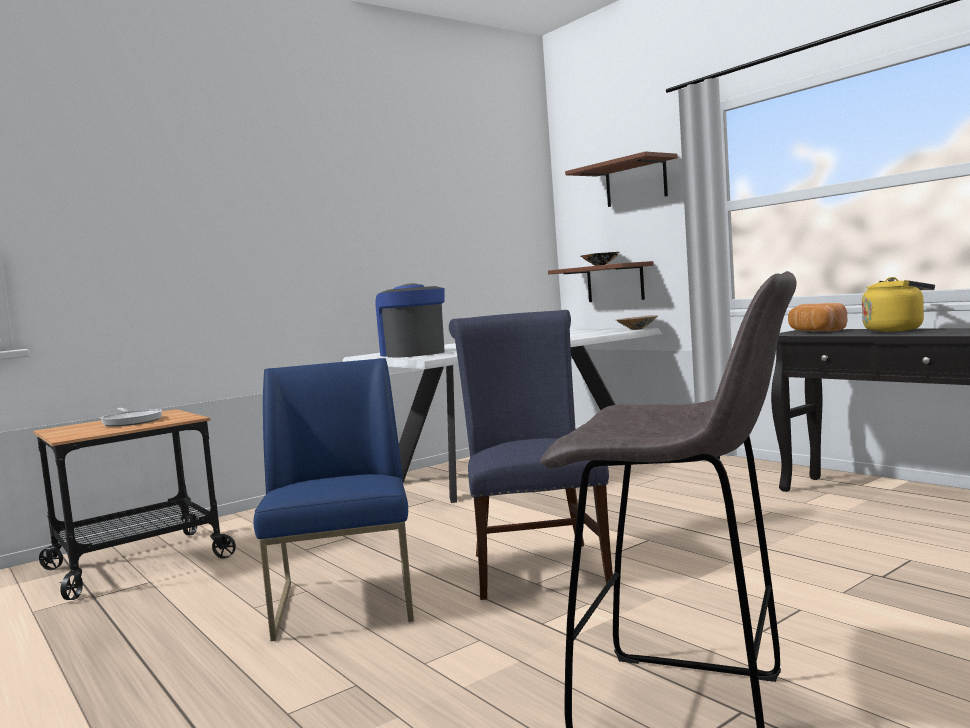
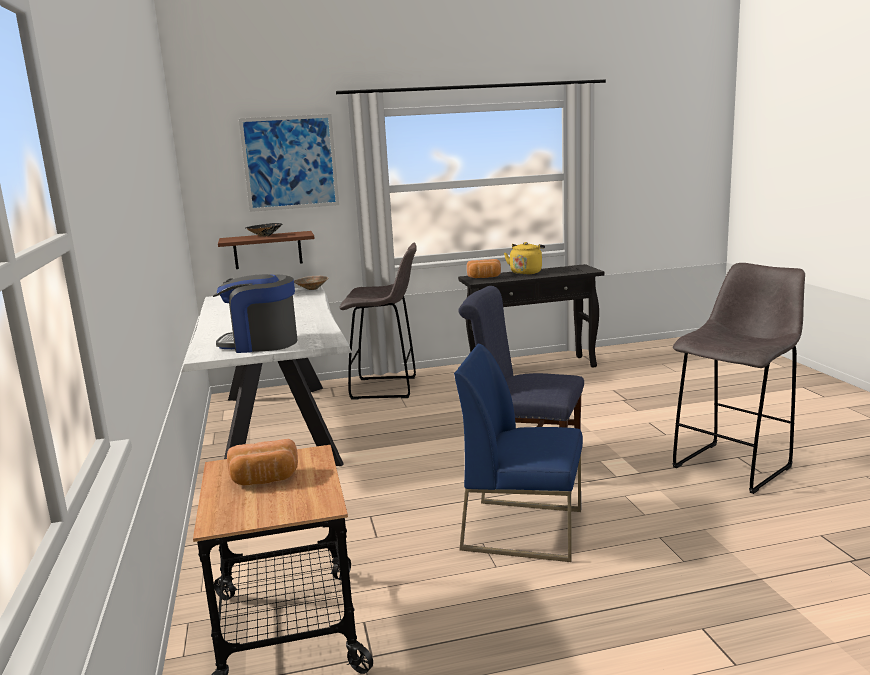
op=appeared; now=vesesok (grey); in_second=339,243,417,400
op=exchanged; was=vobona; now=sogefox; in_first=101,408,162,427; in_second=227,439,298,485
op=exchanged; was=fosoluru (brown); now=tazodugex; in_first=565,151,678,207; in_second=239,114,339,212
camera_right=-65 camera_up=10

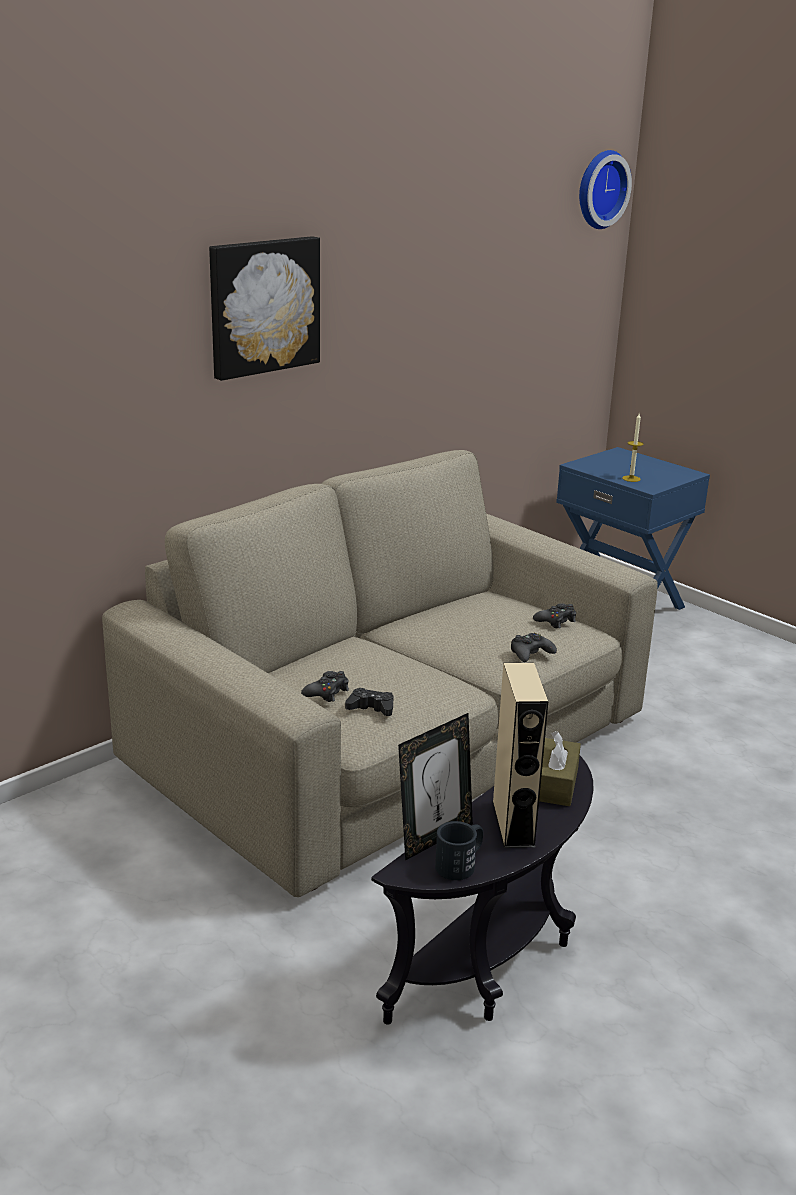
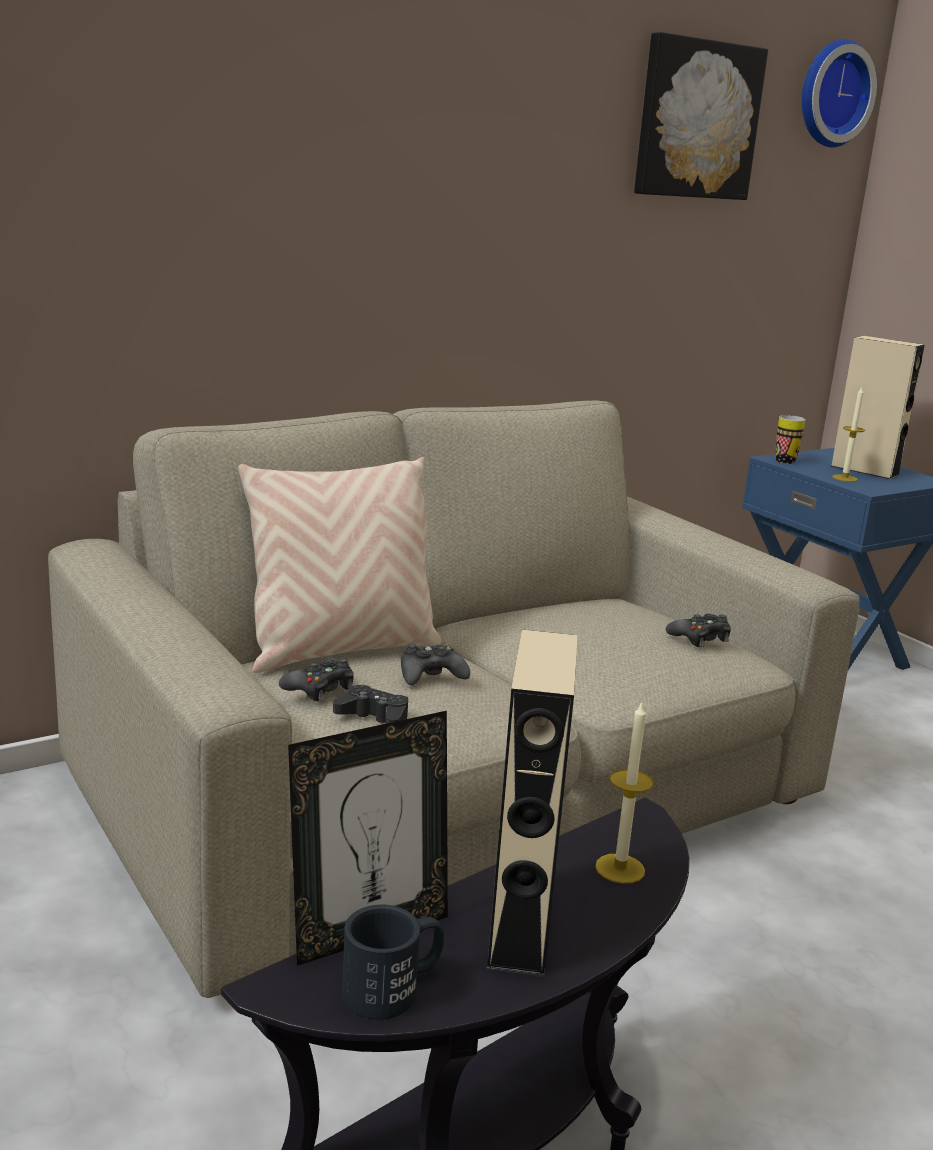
op=appeared; now=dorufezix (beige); in_second=238,457,441,673
op=appeared; now=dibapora; in_second=776,415,806,464
op=appeared; now=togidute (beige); in_second=831,336,924,479
op=relocated; was=tazodugex; in_first=209,236,320,381; in_second=634,32,768,200
op=relocated; was=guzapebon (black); in_first=511,633,557,662; in_second=401,644,470,685
op=exchanged; was=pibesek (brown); now=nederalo; in_first=539,731,581,806; in_second=595,702,654,884
camera_right=10 camera_up=-5

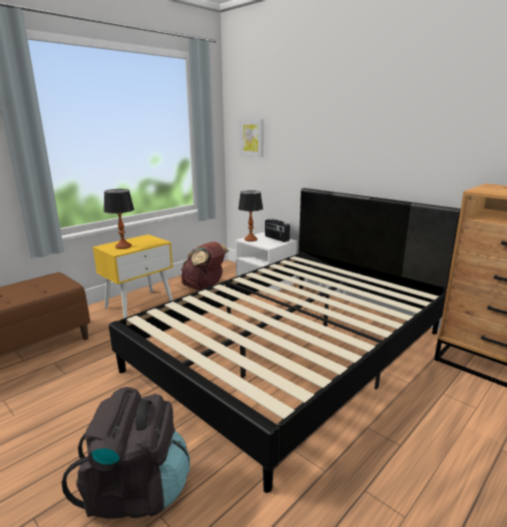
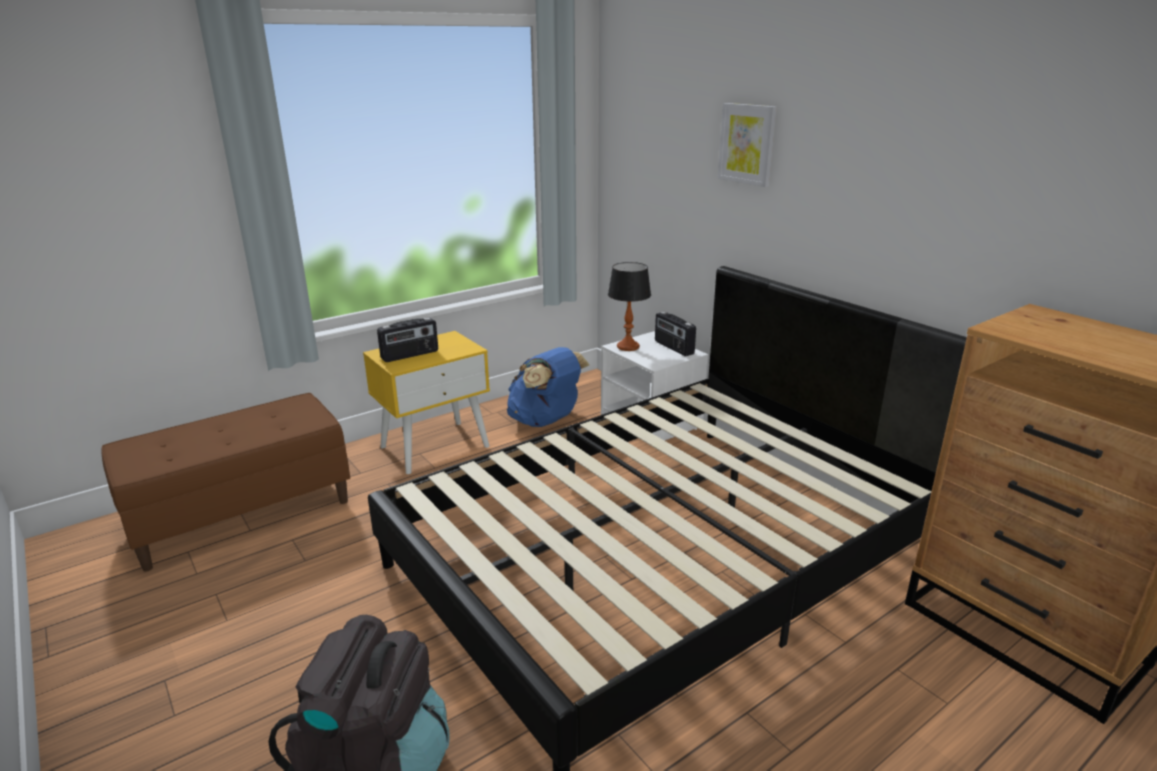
op=relocated; was=tazodugex; in_first=239,119,263,157; in_second=718,103,777,187
op=exchanged; was=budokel; now=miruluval; in_first=104,189,134,249; in_second=377,317,438,362
op=colour; was=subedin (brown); now=subedin (blue); in_first=181,242,229,290; in_second=507,347,590,427
camera_right=10 camera_up=5

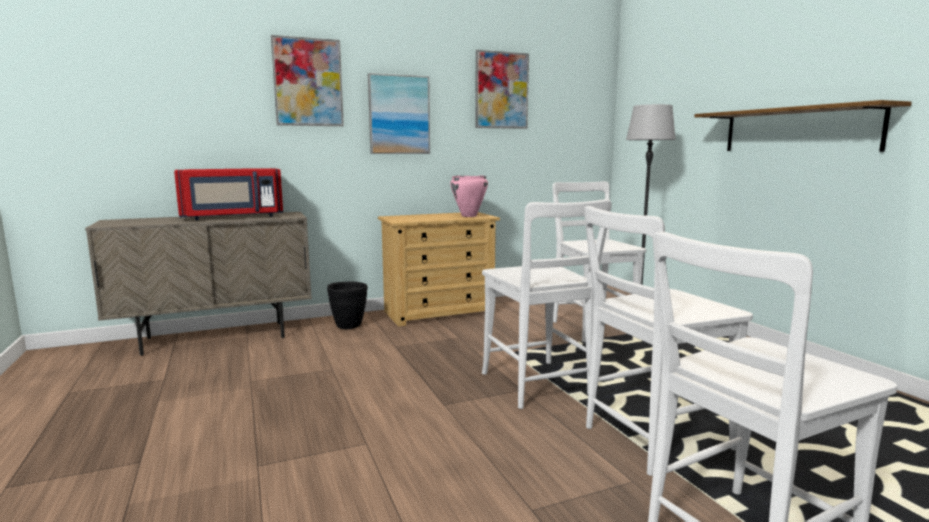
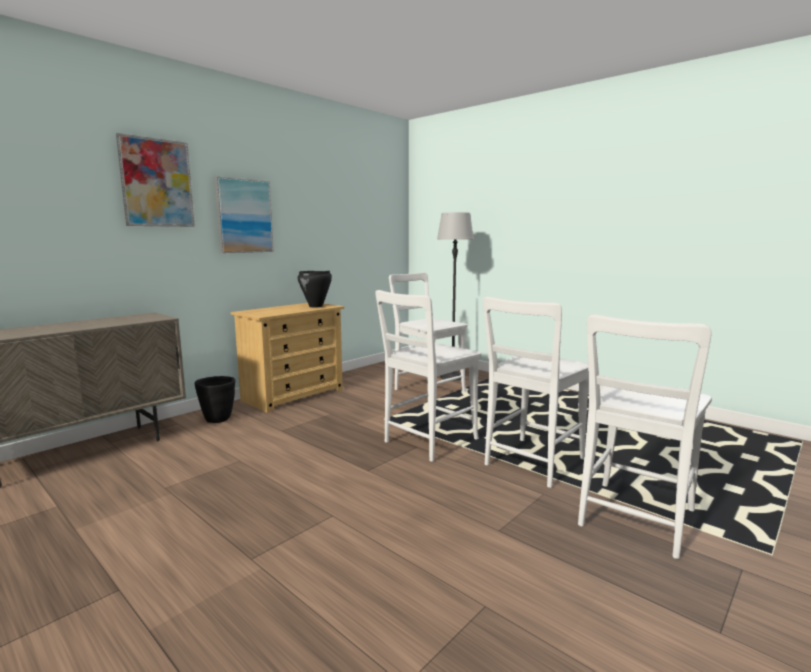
op=missing; was=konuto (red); in_first=174,168,283,220
op=missing; was=tazodugex; in_first=475,50,529,129
op=missing; was=fosoluru; in_first=694,100,912,152
op=colour; was=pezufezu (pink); now=pezufezu (black); in_first=450,176,488,217; in_second=298,271,332,307
op=spun; was=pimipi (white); in_first=482,199,612,409; in_second=375,290,481,462; clockwise=90
camera_right=-25 camera_up=0

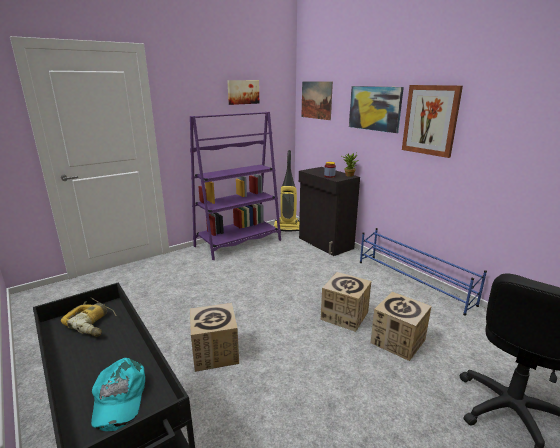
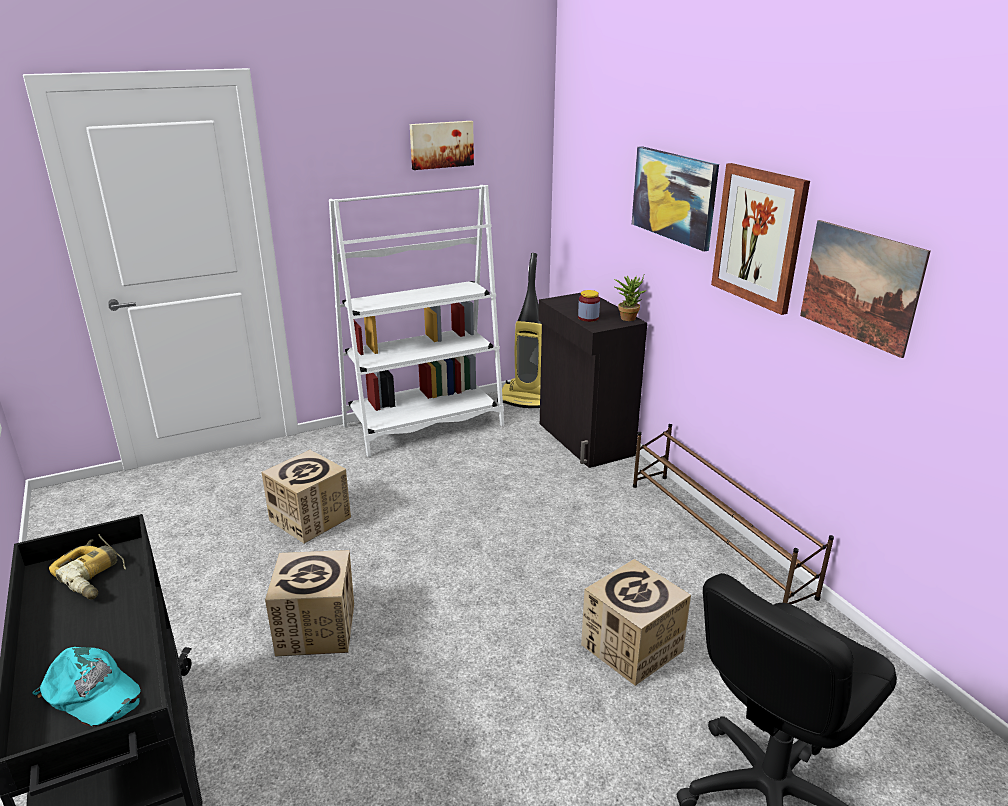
op=relocated; was=tazodugex; in_first=302,81,333,120; in_second=800,220,931,358
op=relocated; was=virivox; in_first=321,272,371,332; in_second=262,450,351,543
op=colour; was=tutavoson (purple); now=tutavoson (white); in_first=190,112,281,260; in_second=329,185,504,457
op=colour; was=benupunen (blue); now=benupunen (brown); in_first=360,228,487,316; in_second=633,424,834,604
op=spun; was=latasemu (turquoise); in_first=91,358,145,431; in_second=33,647,141,727; clockwise=-60
camera_right=10 camera_up=5

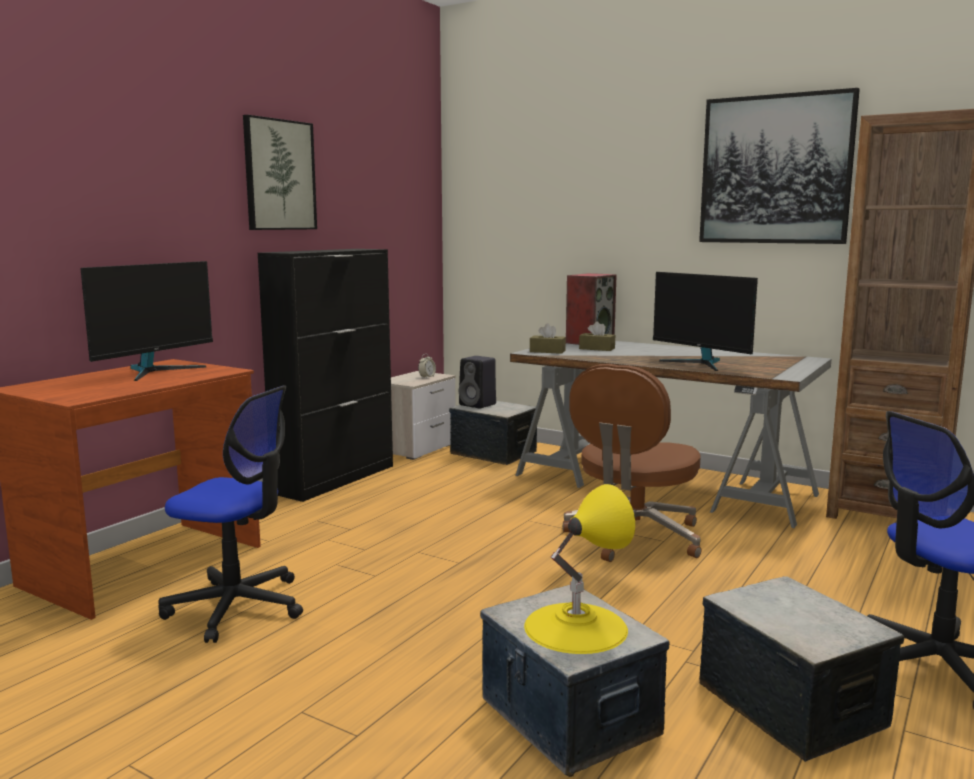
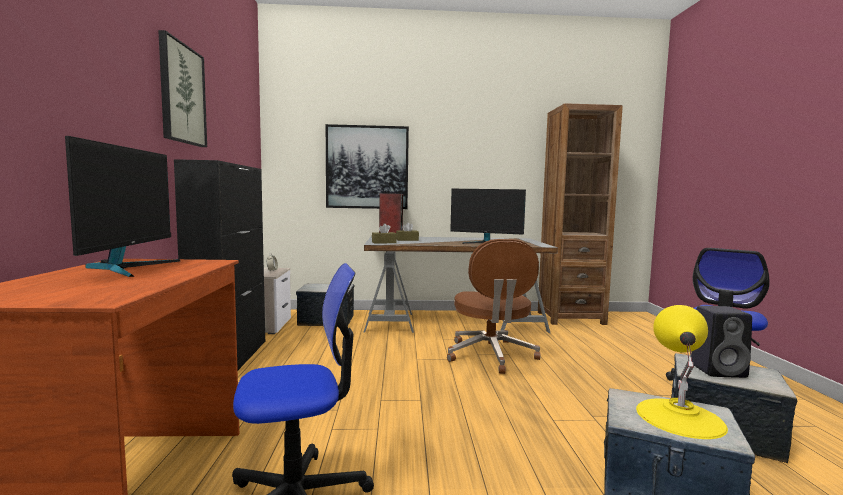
op=relocated; was=togidute (black); in_first=459,356,496,408; in_second=691,306,752,378
op=relocated; was=tazodugex; in_first=699,88,860,244; in_second=326,124,409,209
camera_right=-35 camera_up=-5

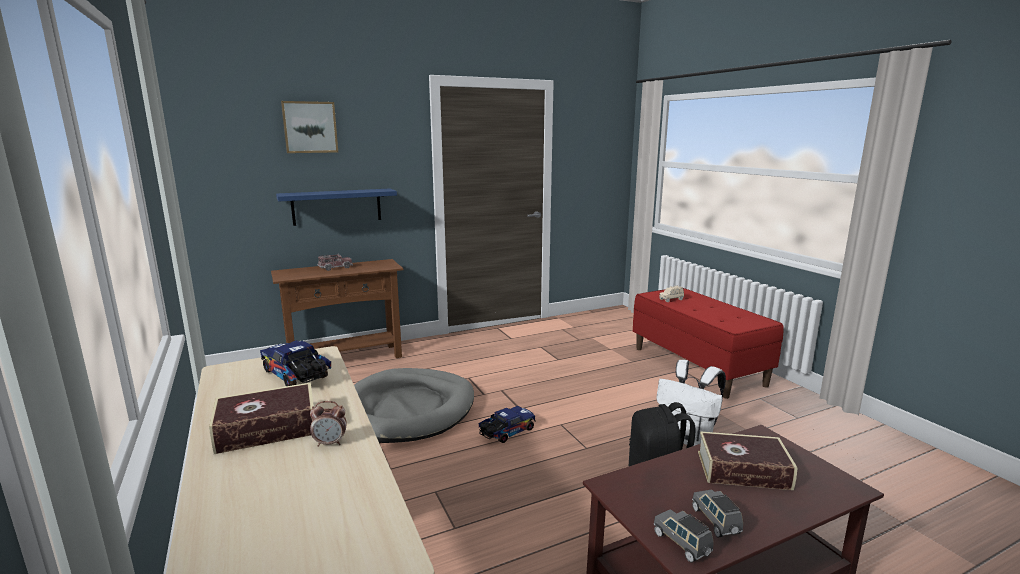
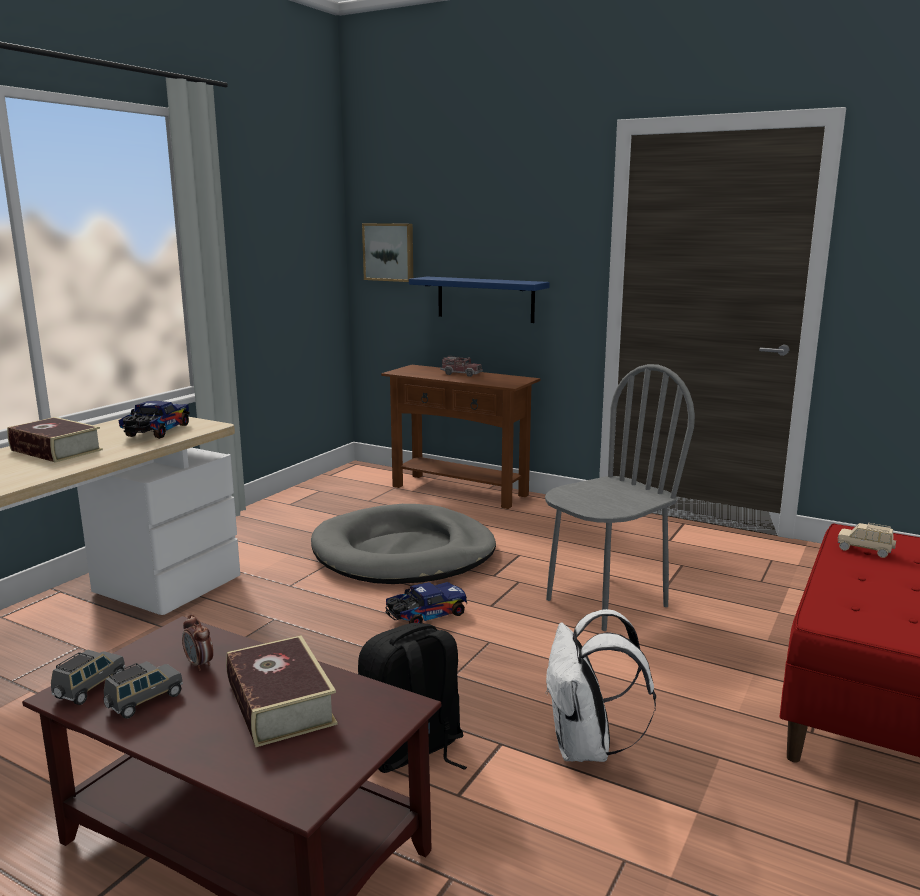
op=appeared; now=pimipi (grey); in_second=545,364,695,631
op=relocated; was=tazodugex; in_first=281,101,338,153; in_second=362,223,413,282
op=relocated; was=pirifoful; in_first=310,401,347,447; in_second=182,614,213,671
op=spun; was=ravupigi; in_first=479,406,536,443; in_second=385,582,467,623; clockwise=-45
camera_right=55 camera_up=0

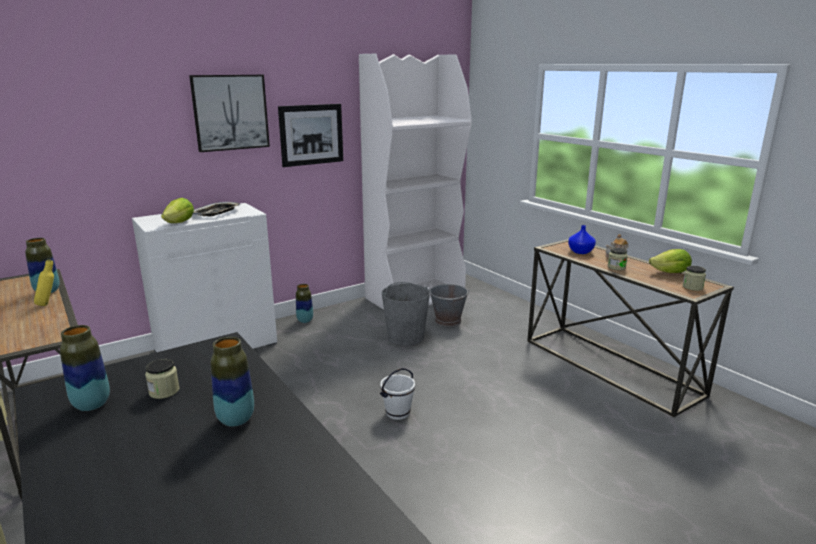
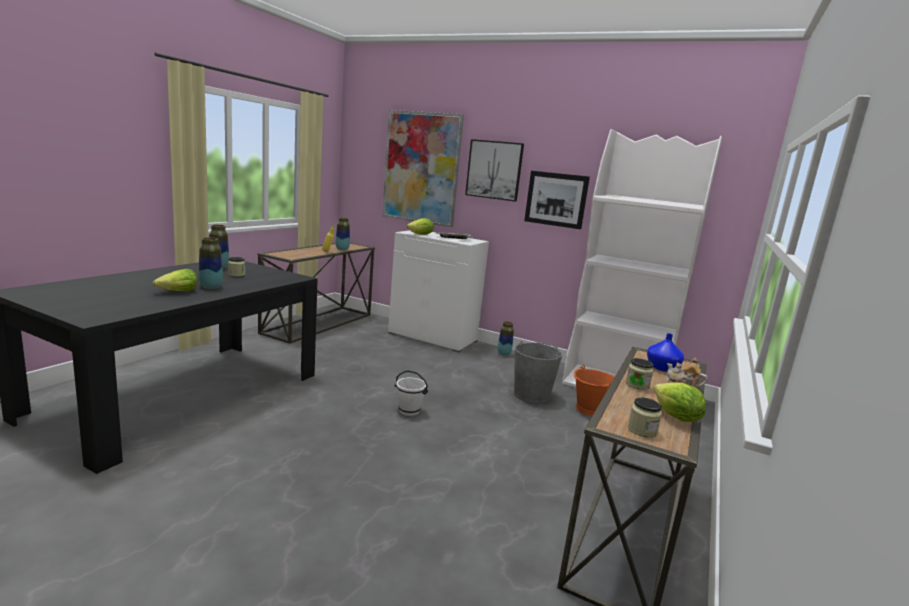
op=appeared; now=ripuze; in_second=153,269,197,291
op=appeared; now=tazodugex; in_second=382,110,464,227
op=colour; was=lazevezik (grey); now=lazevezik (orange); in_first=428,284,471,327; in_second=573,365,615,416
camera_right=60 camera_up=-5

